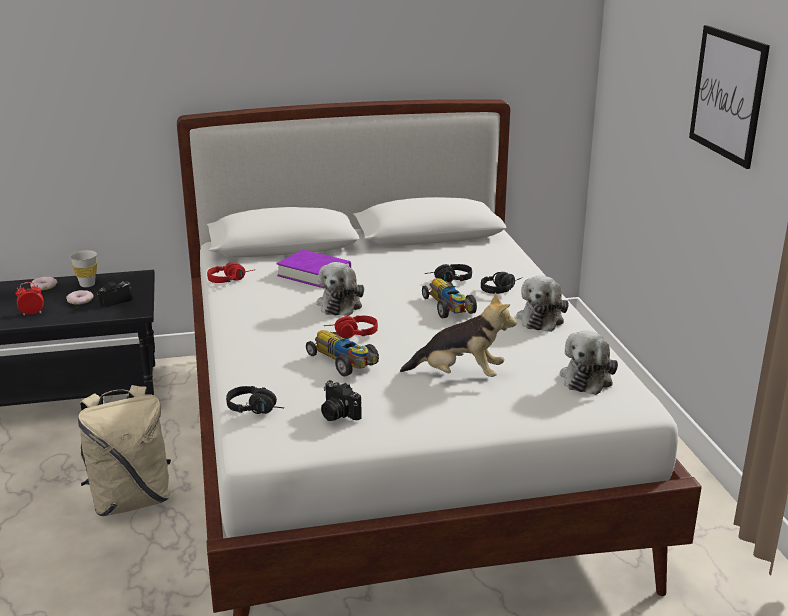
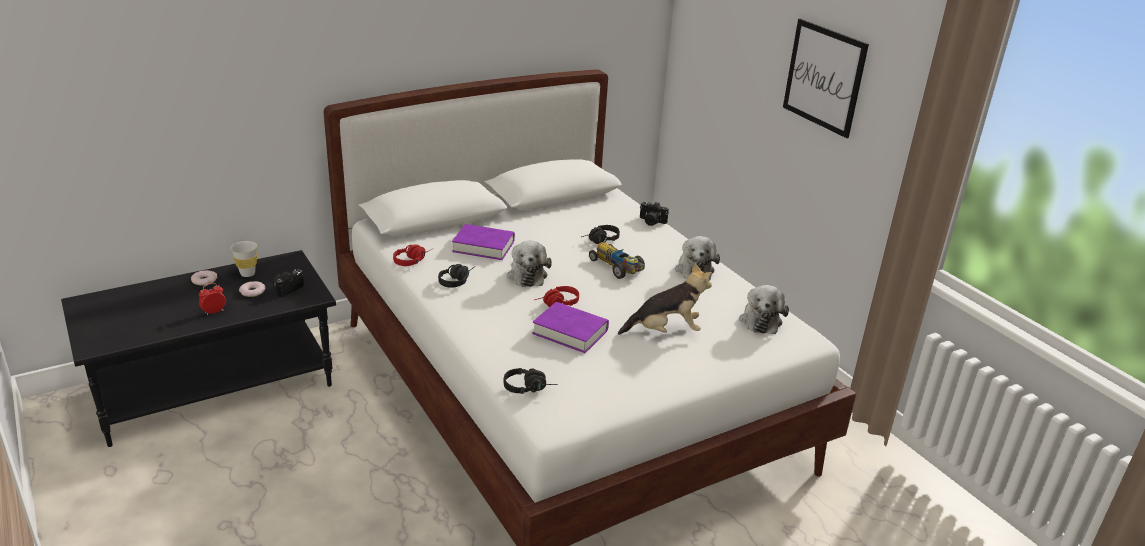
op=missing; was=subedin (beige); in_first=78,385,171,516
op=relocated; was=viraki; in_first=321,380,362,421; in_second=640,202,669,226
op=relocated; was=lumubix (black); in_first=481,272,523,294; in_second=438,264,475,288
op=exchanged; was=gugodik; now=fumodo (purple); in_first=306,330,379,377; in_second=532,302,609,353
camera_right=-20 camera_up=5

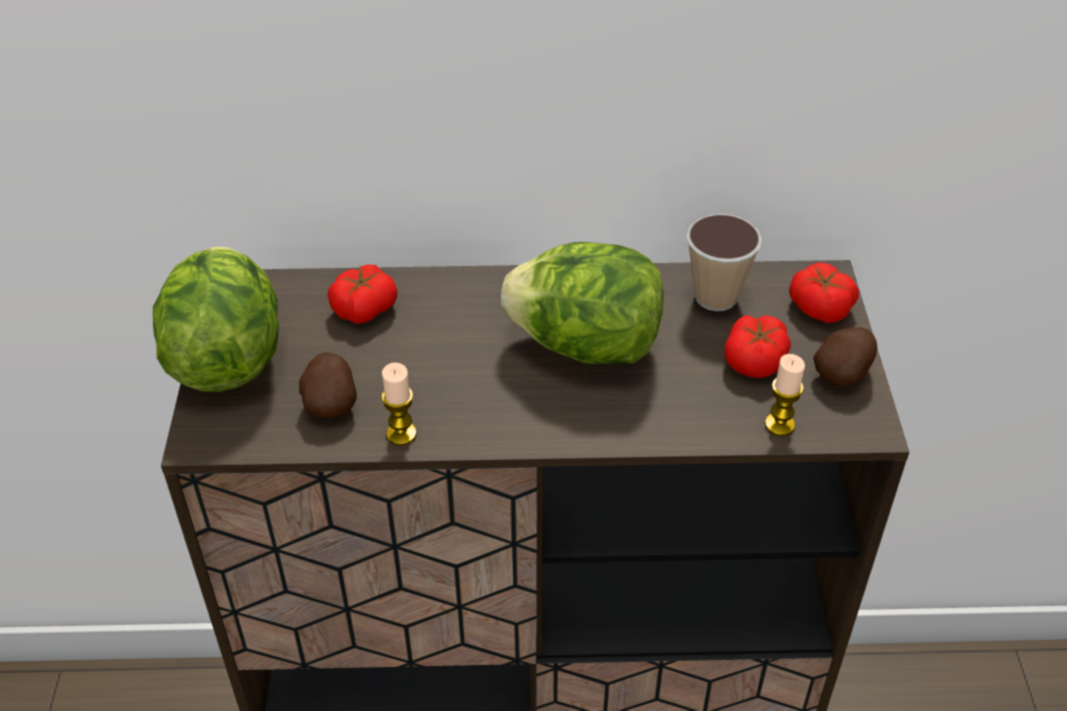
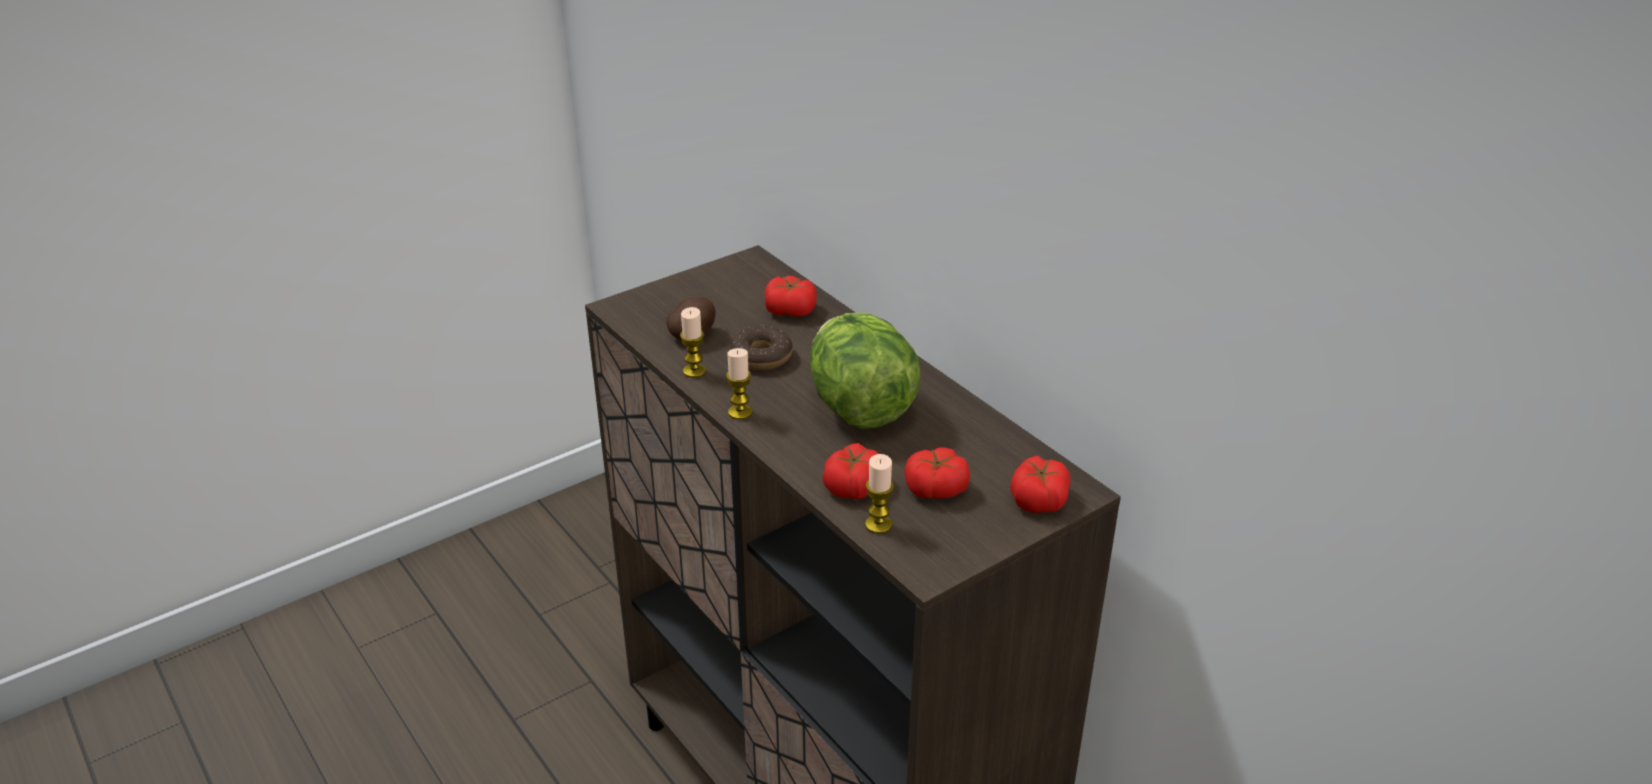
op=missing; was=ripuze; in_first=153,247,279,392
op=missing; was=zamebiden; in_first=687,214,762,311
op=missing; was=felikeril; in_first=813,327,877,386
op=appeared; now=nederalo; in_second=726,348,752,420
op=appeared; now=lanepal; in_second=730,325,793,370
op=appeared; now=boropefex; in_second=822,443,879,500
camera_right=55 camera_up=-10

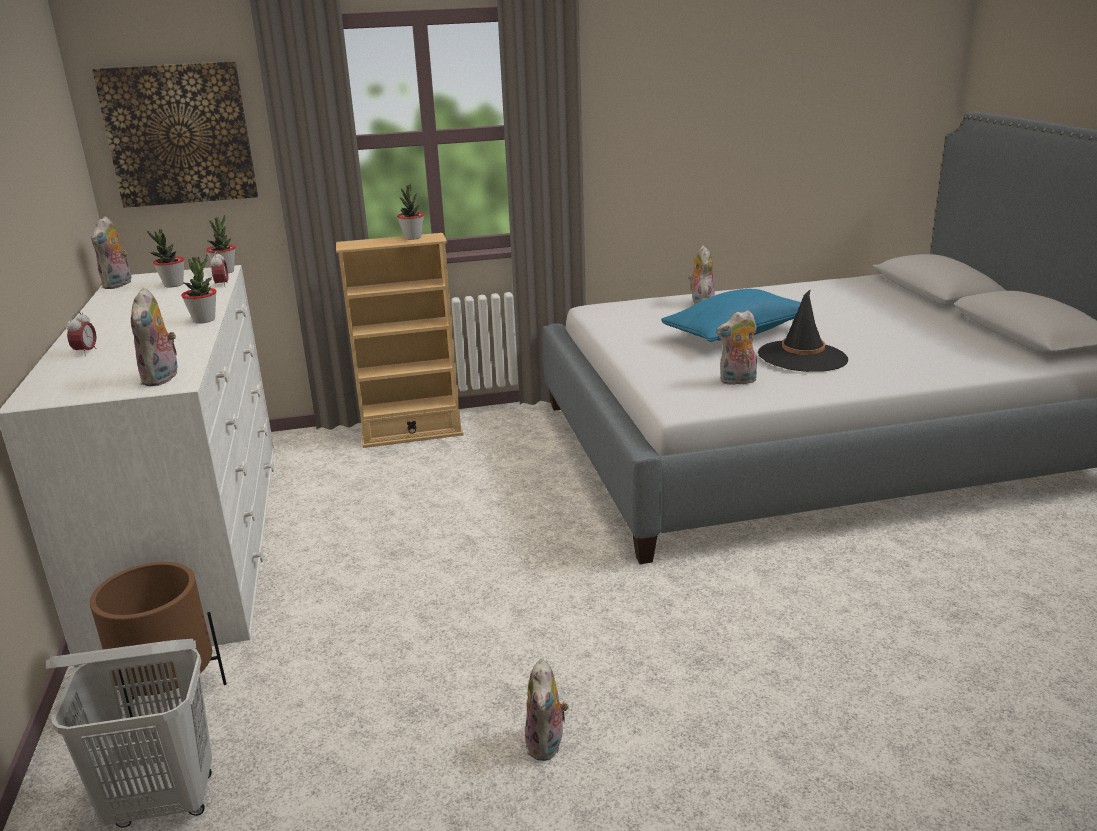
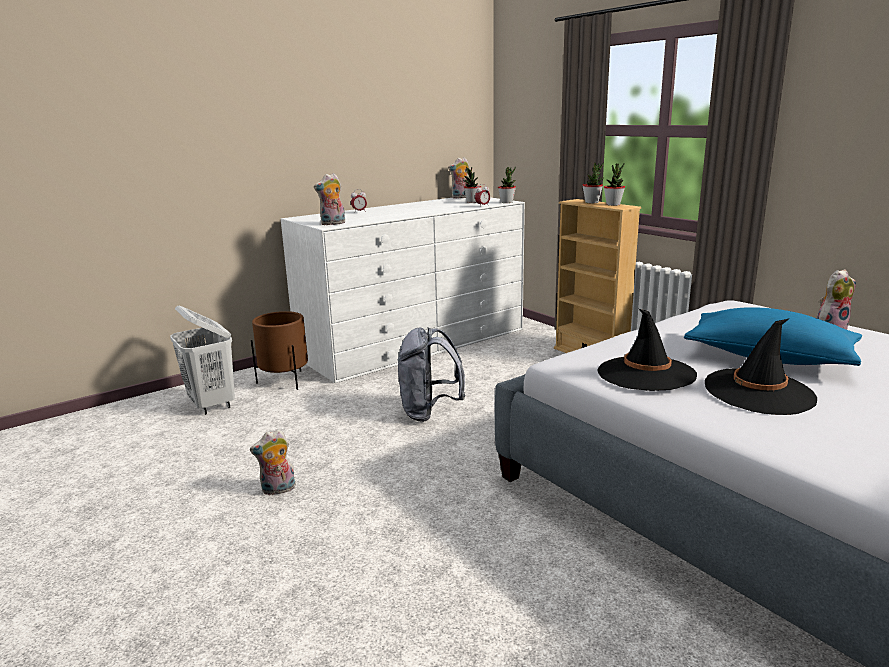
op=missing; was=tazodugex; in_first=92,61,258,208
op=appeared; now=subedin (grey); in_second=398,327,465,422
op=relocated; was=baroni; in_first=181,255,216,323; in_second=582,162,604,203
op=exchanged; was=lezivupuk; now=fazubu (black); in_first=716,310,757,385; in_second=597,309,697,391
camera_right=65 camera_up=-5

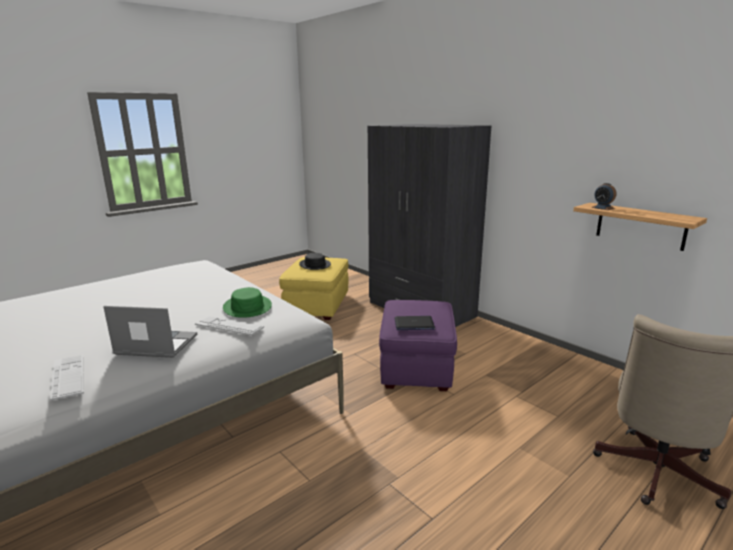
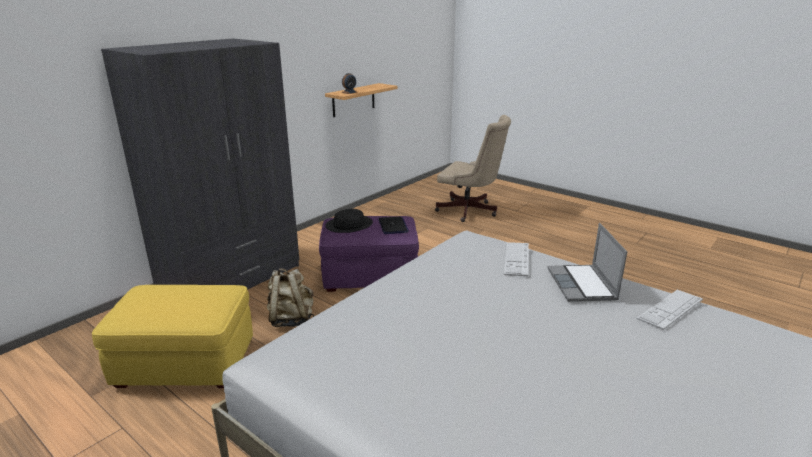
op=missing; was=fazubu (green); in_first=223,287,272,318
op=appeared; now=subedin (beige); in_second=267,268,314,327
op=relocated; was=fazubu (black); in_first=299,253,331,270; in_second=325,209,373,233
camera_right=-100 camera_up=5

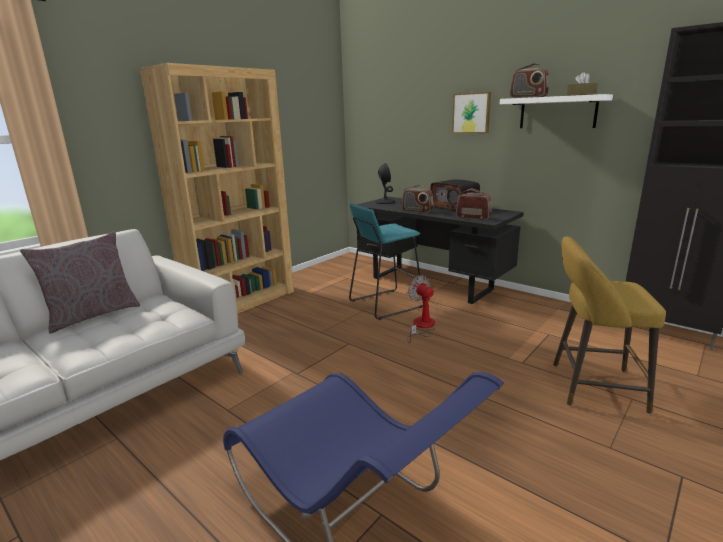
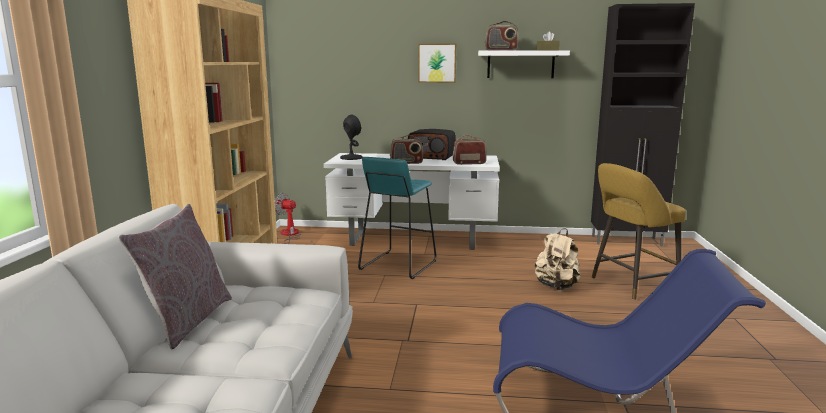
op=appeared; now=subedin (beige); in_second=535,228,580,290
op=relocated; was=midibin; in_first=407,275,435,343; in_second=275,193,301,244
op=colour; was=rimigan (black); now=rimigan (white); in_first=357,197,524,304; in_second=324,153,500,250
camera_right=-35 camera_up=-5

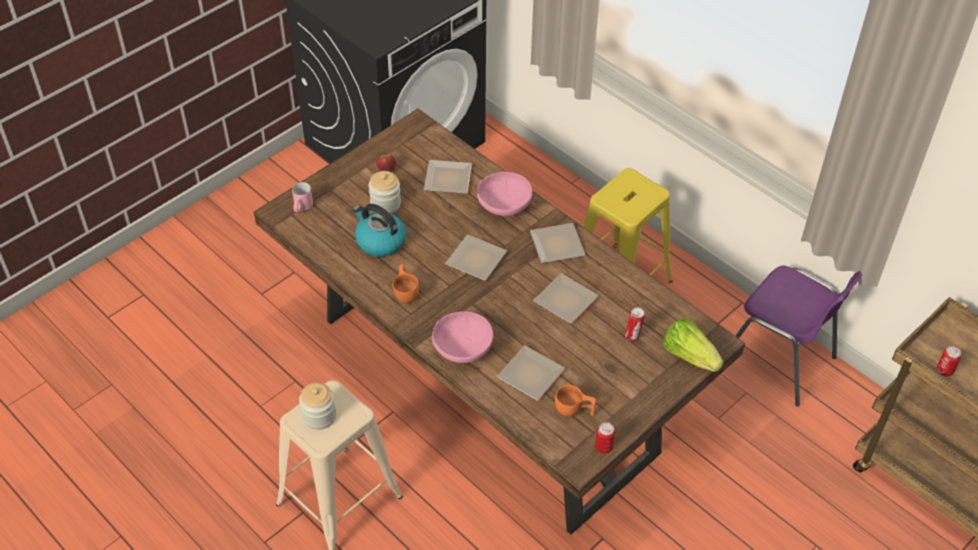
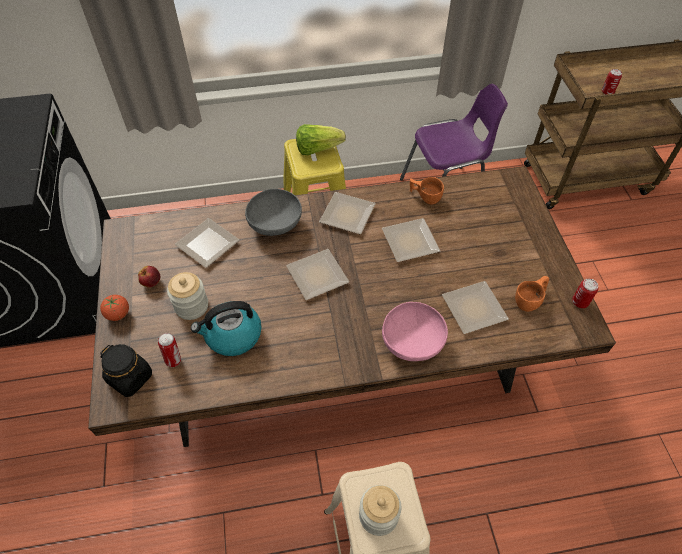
op=appeared; now=boropefex; in_second=100,295,129,321
op=relocated; was=zamebiden (orange); in_first=392,264,419,303; in_second=410,177,444,205
op=relocated; was=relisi; in_first=625,307,645,341; in_second=158,333,181,367
op=relocated; was=ripuze; in_first=663,319,724,372; in_second=296,124,346,155
op=exchanged; was=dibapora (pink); now=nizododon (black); in_first=292,182,313,213; in_second=100,344,152,397
op=colour; was=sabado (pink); now=sabado (grey); in_first=477,172,533,216; in_second=245,189,302,236
camera_right=-55 camera_up=5

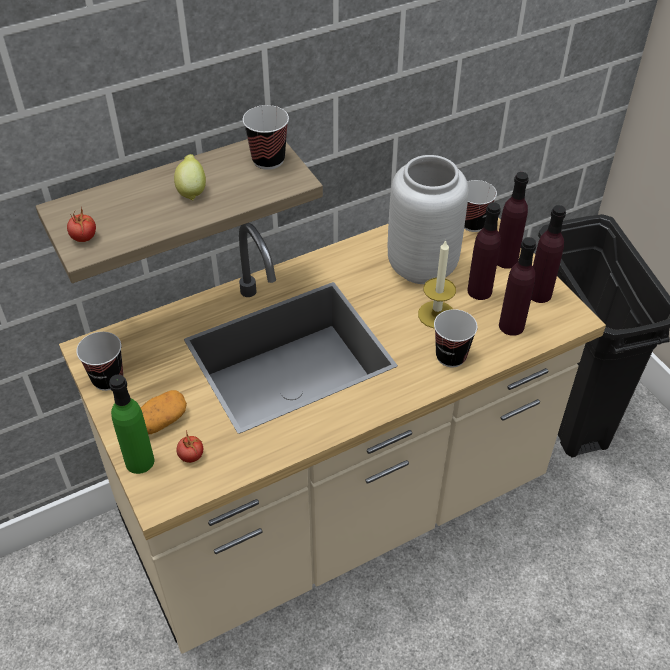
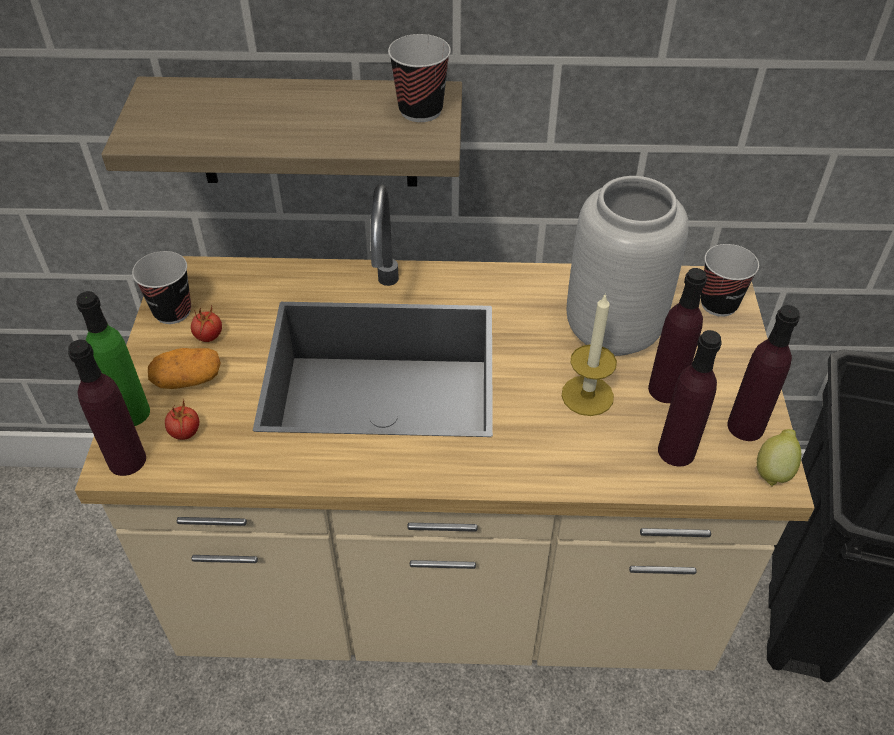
op=missing; was=zamebiden; in_first=434,309,477,367
op=relocated; was=boropefex; in_first=67,206,96,242; in_second=191,307,222,342
op=relocated; was=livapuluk; in_first=174,154,206,200; in_second=757,429,801,486
op=relocated; was=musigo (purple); in_first=497,172,529,269; in_second=68,339,146,476
camera_right=30 camera_up=0

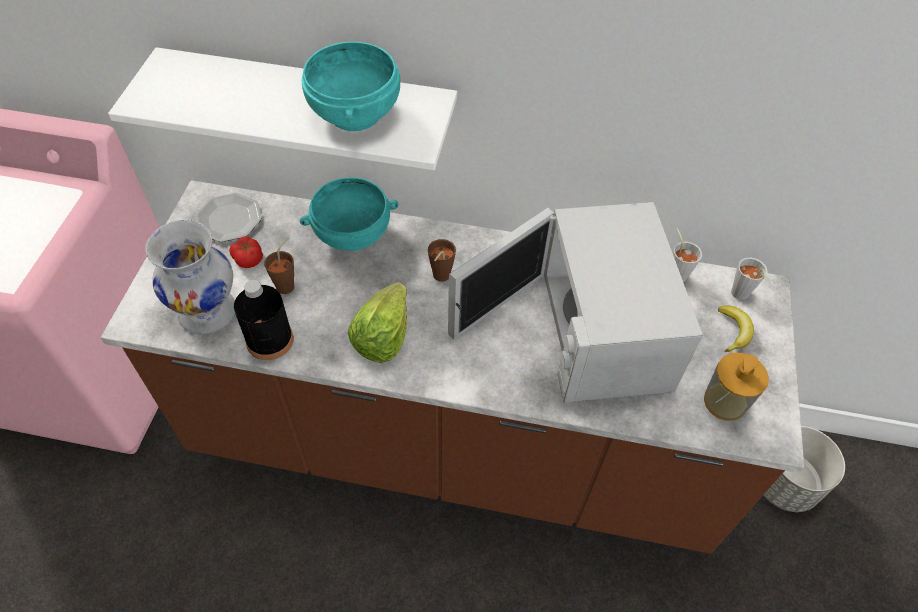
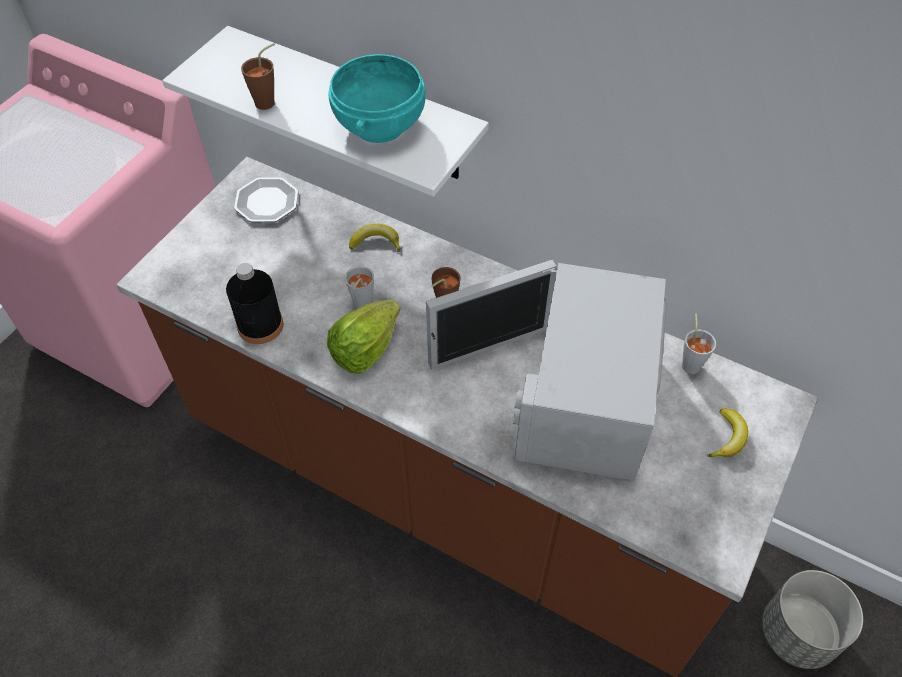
op=missing; was=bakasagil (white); in_first=145,220,235,334
op=missing; was=boropefex; in_first=230,236,263,268
op=missing; was=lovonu; in_first=704,353,769,421
op=relocated; was=zamebiden (brown); in_first=264,237,294,294; in_second=241,43,275,110
op=relocated; was=zamebiden (grey); in_first=731,258,768,300; in_second=345,266,374,309
op=exchanged; was=sabado (turquoise); now=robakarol; in_first=300,177,399,251; in_second=349,224,401,252
camera_right=20 camera_up=0

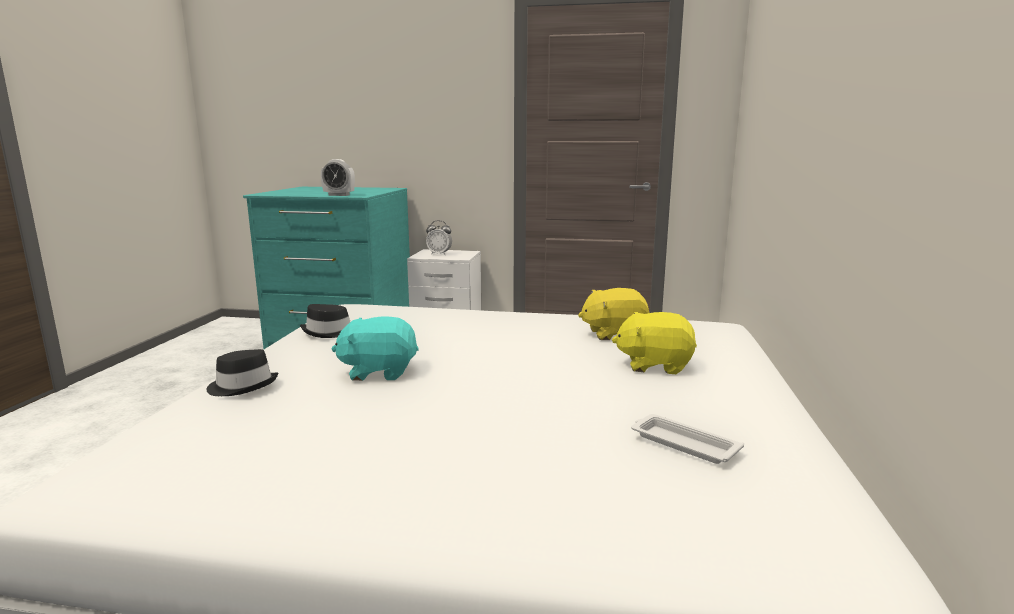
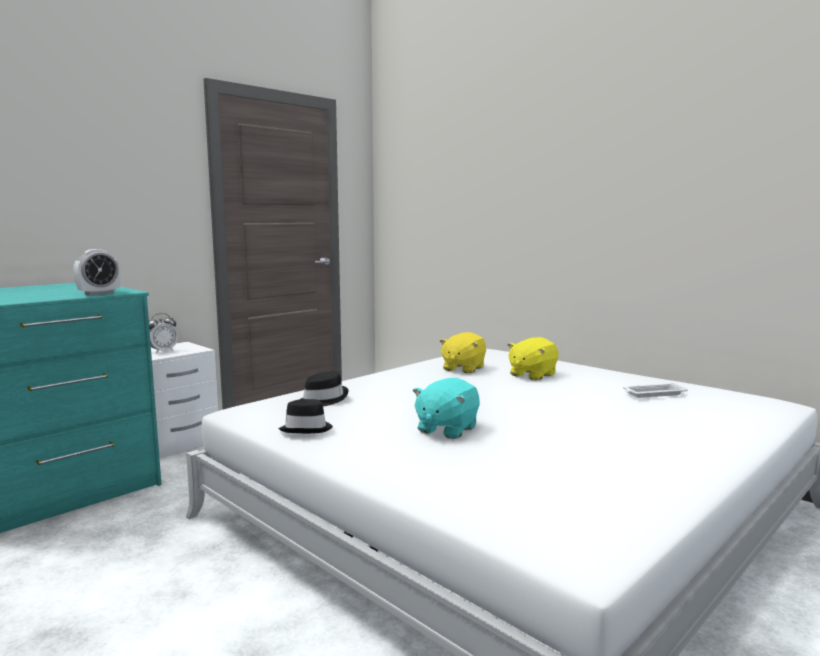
op=relocated; was=fazubu (black); in_first=207,349,278,396; in_second=299,371,349,406
camera_right=-55 camera_up=-5

